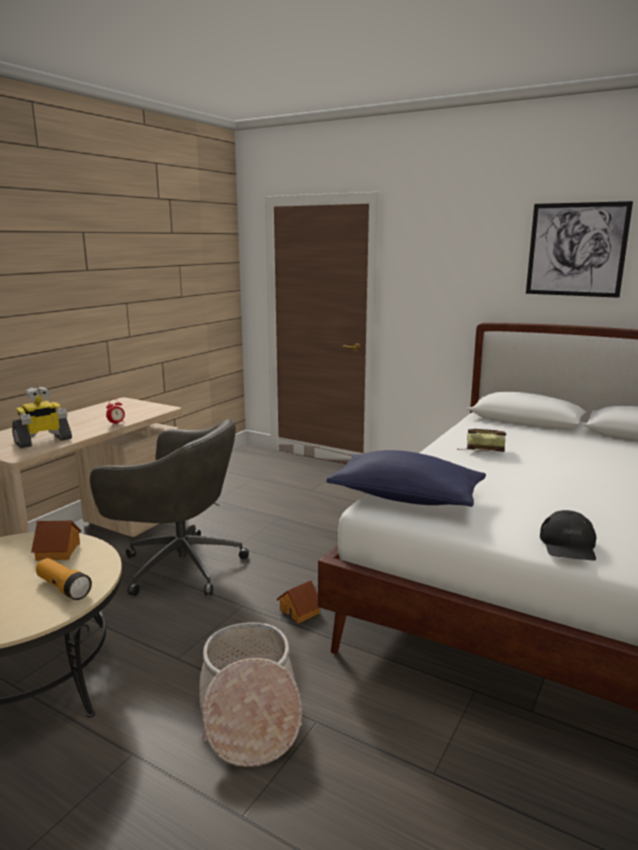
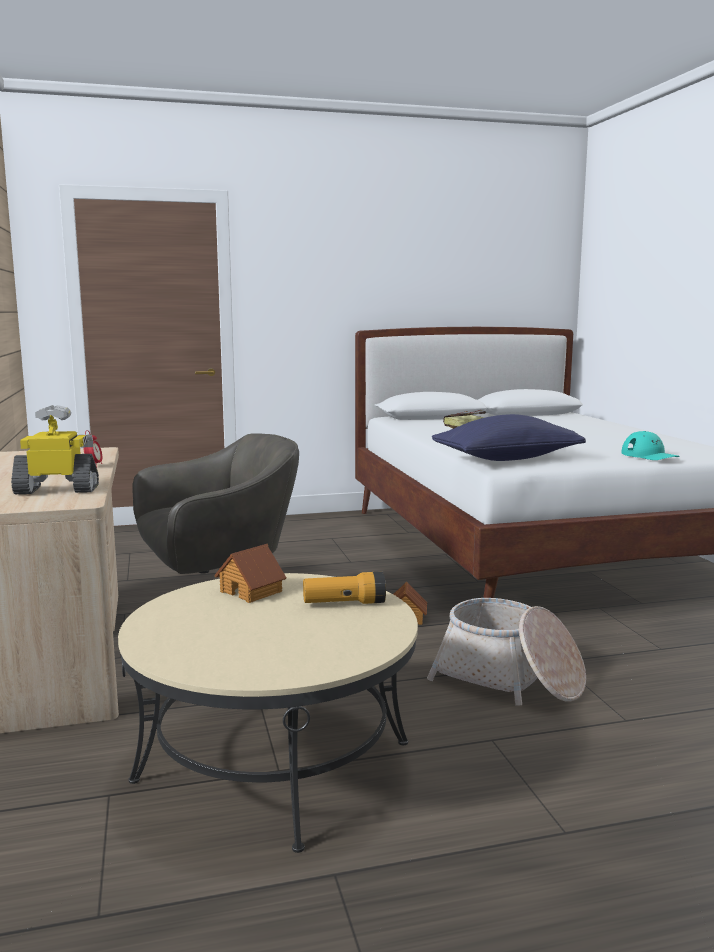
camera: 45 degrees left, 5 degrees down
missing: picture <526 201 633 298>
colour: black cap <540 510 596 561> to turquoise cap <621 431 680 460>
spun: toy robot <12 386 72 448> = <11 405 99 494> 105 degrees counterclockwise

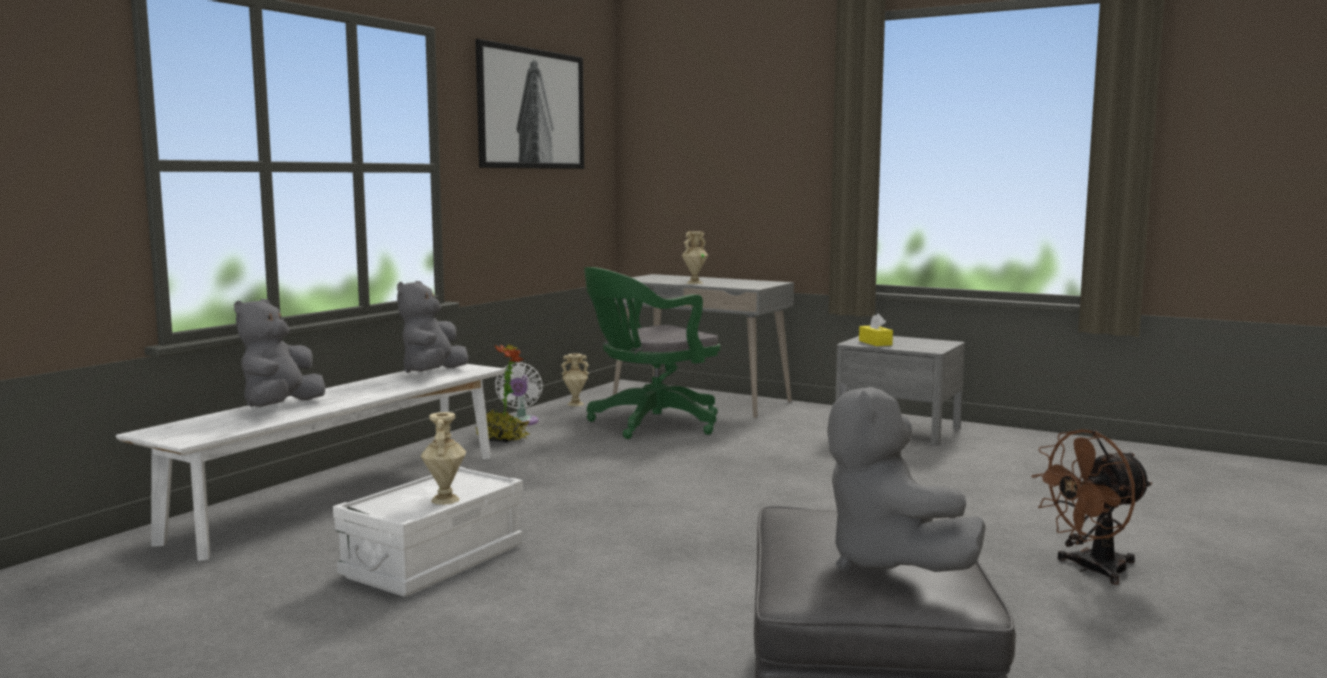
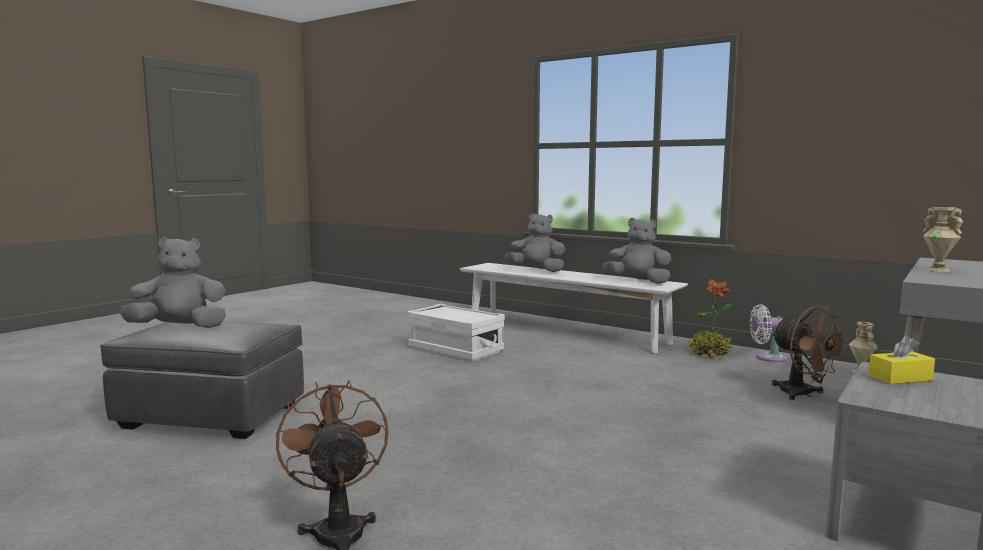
camera: 95 degrees right, 0 degrees up
missing: beige vase <421 412 466 505>; picture <475 39 584 169>
exchanged: green office chair <584 267 720 439> to brown fan <771 305 850 400>

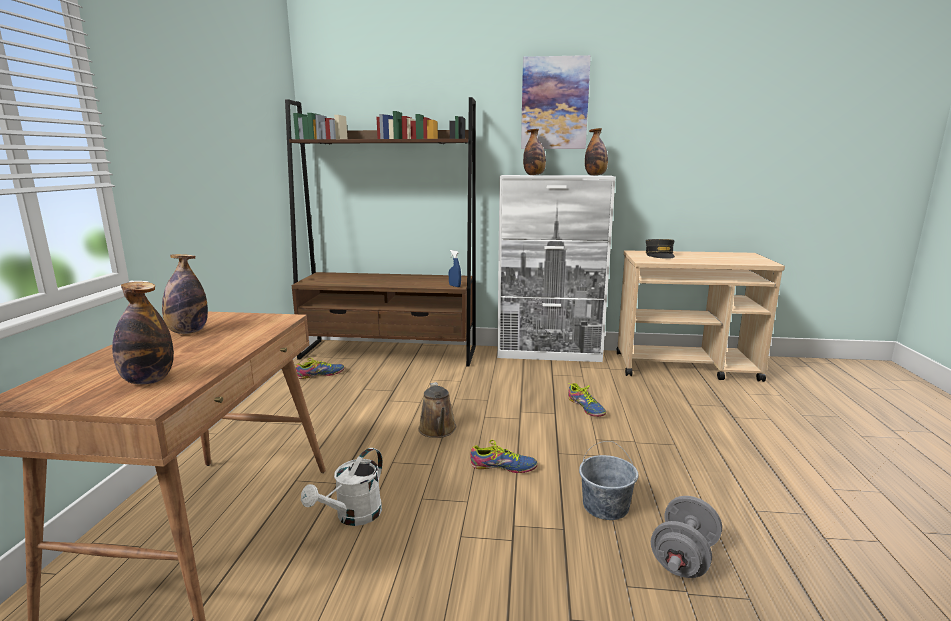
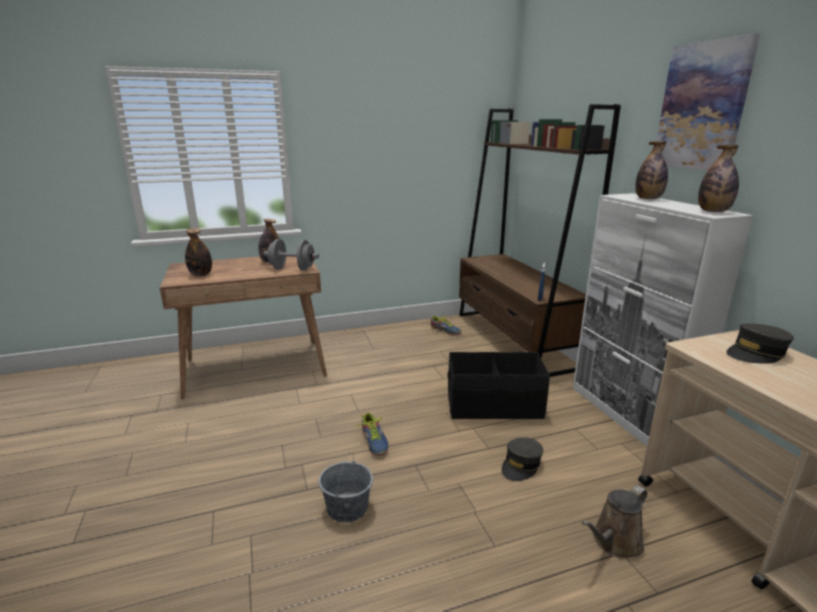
camera: 65 degrees right, 5 degrees up
missing: white watering can <301 448 383 526>
appeared: black storage box <448 352 550 419>
relocated: grey dumbbell <651 496 722 578> to <264 239 319 271>; brown watering can <418 382 457 438> to <582 485 648 559>
exchanged: shoe <568 383 606 417> to grey cap <502 437 543 481>

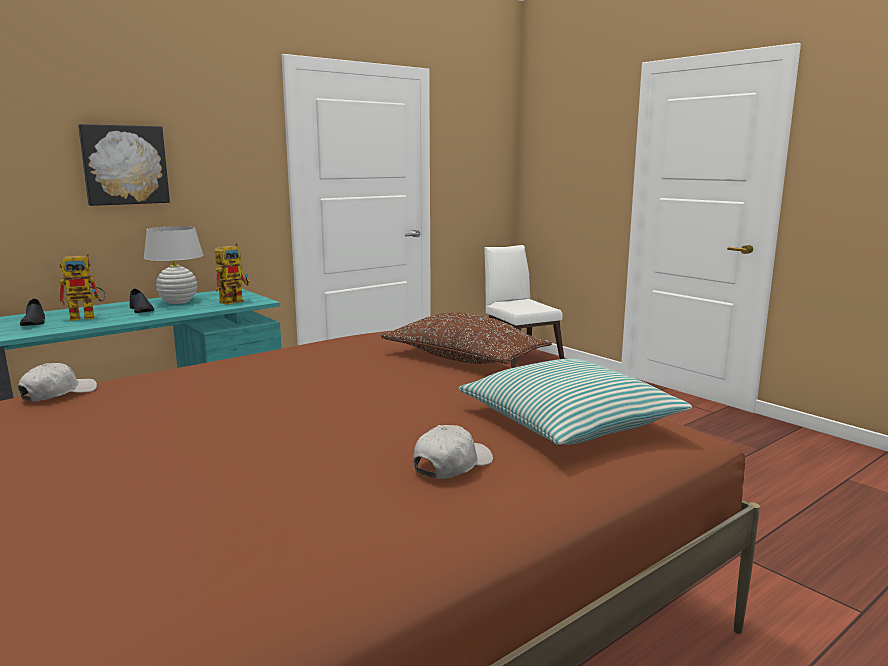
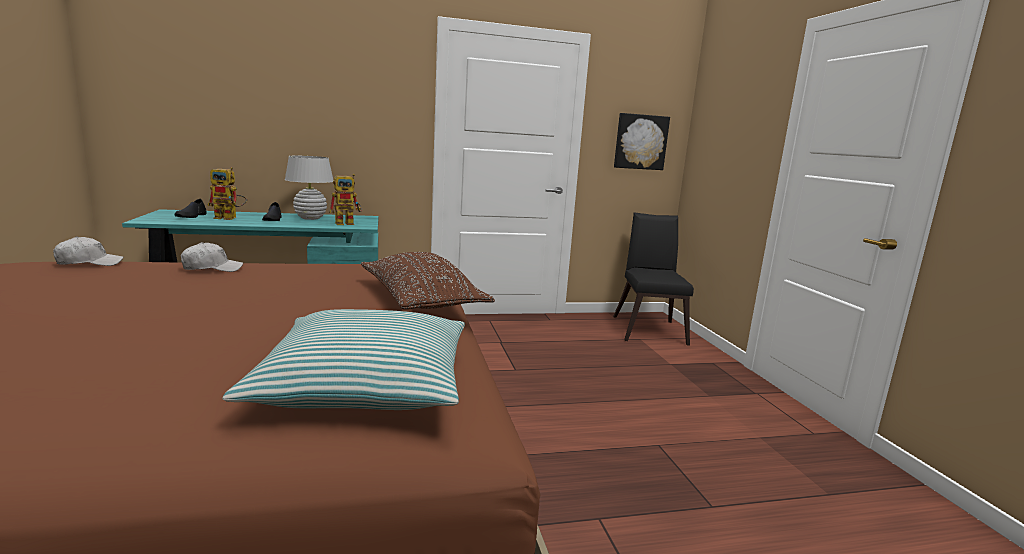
camera: 25 degrees right, 0 degrees up
relocated: white cap <413 425 493 479> to <181 242 243 272>; picture <78 124 170 206> to <614 113 670 170>
colour: white chair <484 245 564 368> to black chair <613 212 694 346>

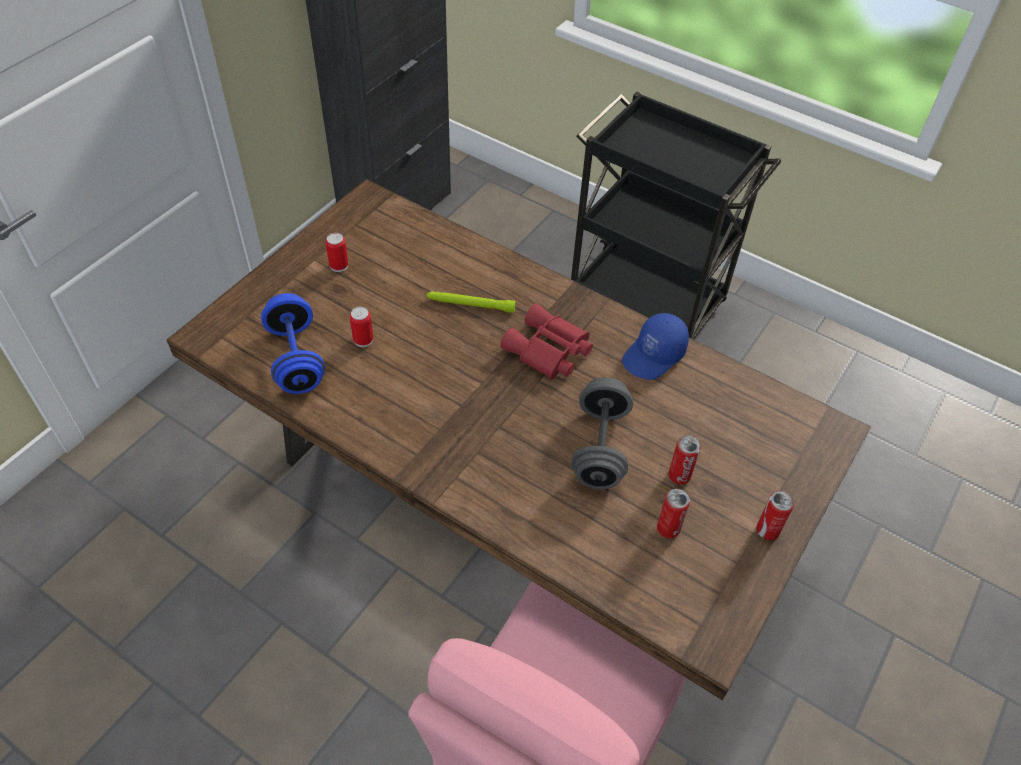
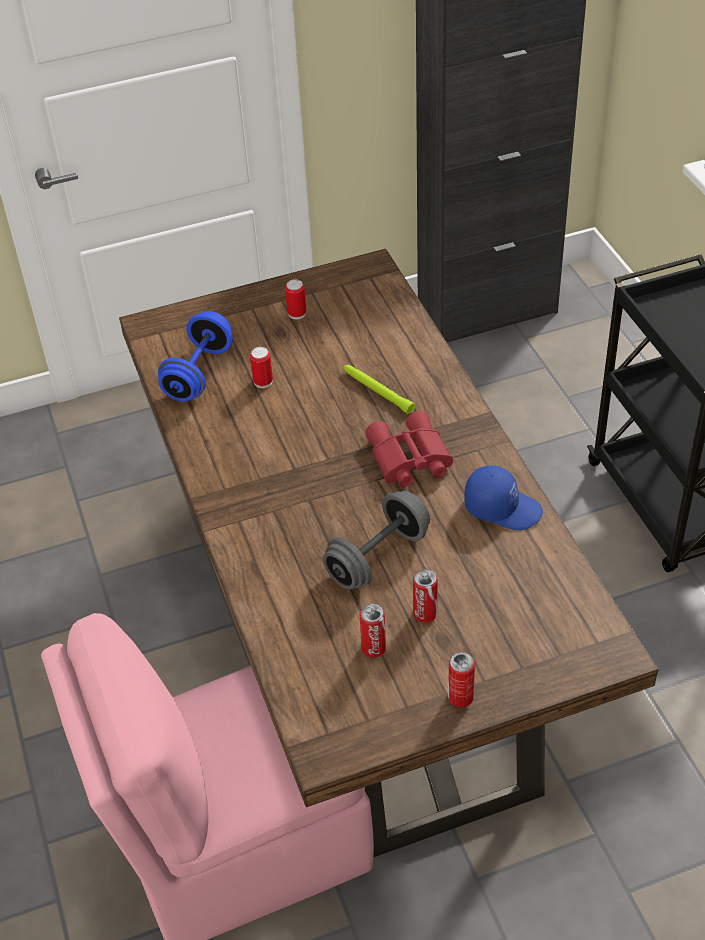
camera: 40 degrees right, 5 degrees down
spun: blue cap <622 313 689 380> = <464 465 543 530> 150 degrees counterclockwise

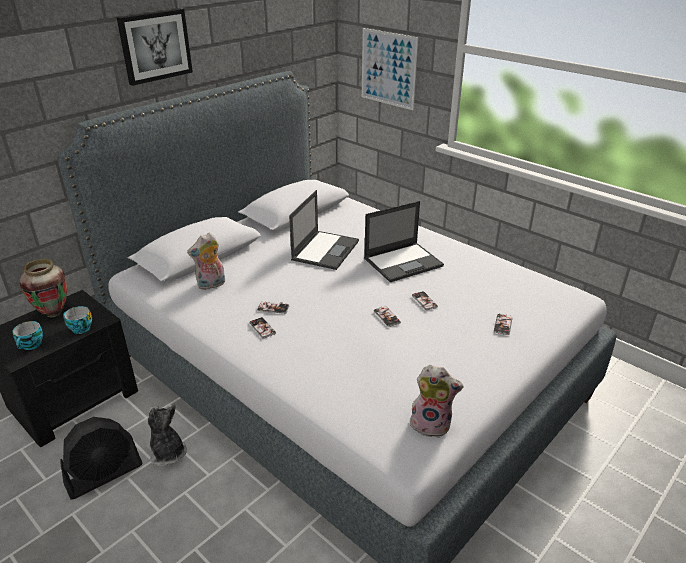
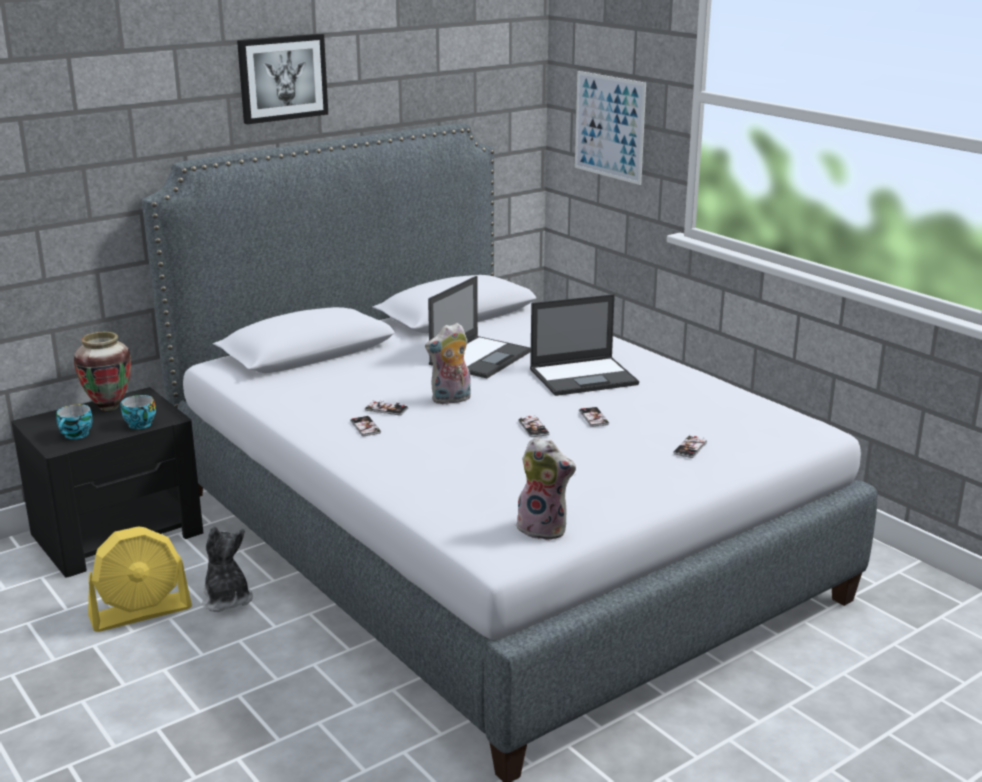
camera: 10 degrees right, 10 degrees down
relocated: plush toy <187 232 225 290> to <425 323 471 405>
colour: black fan <60 417 143 500> to yellow fan <88 526 192 632>

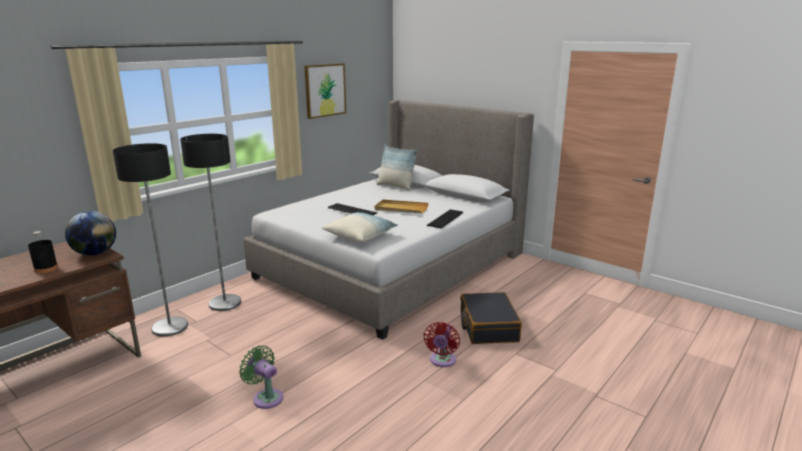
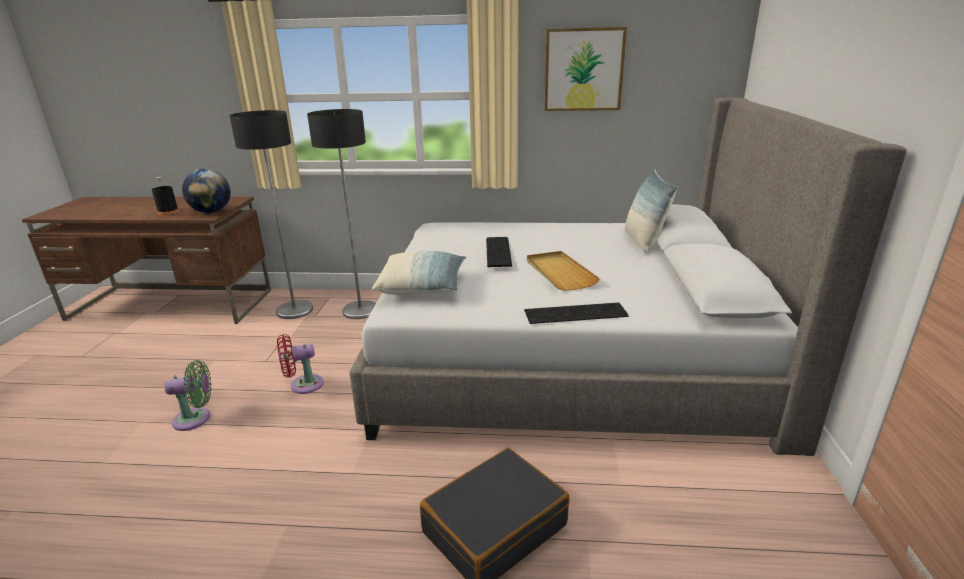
camera: 55 degrees right, 5 degrees up
relocated: red fan <424 322 460 367> to <277 334 324 394>
spun: green fan <239 346 283 409> = <165 360 211 431> 75 degrees clockwise

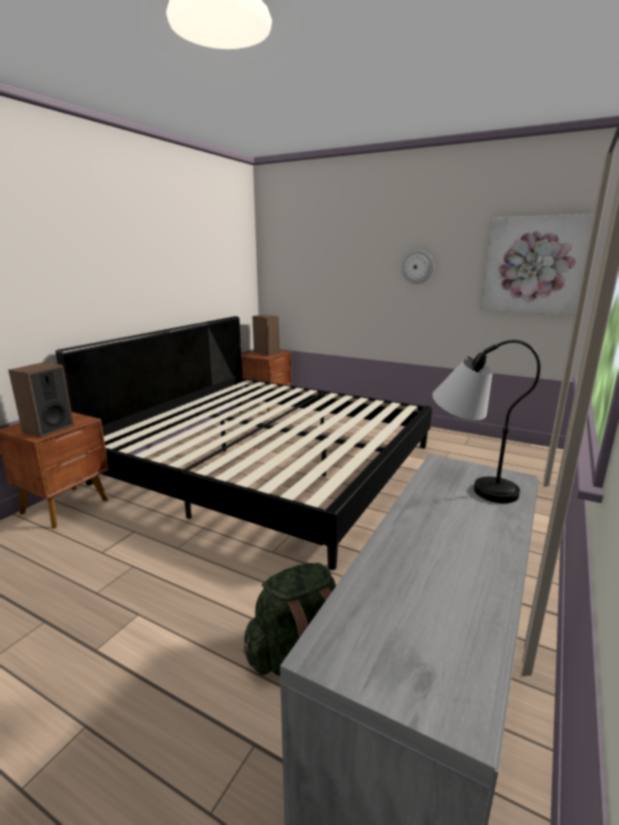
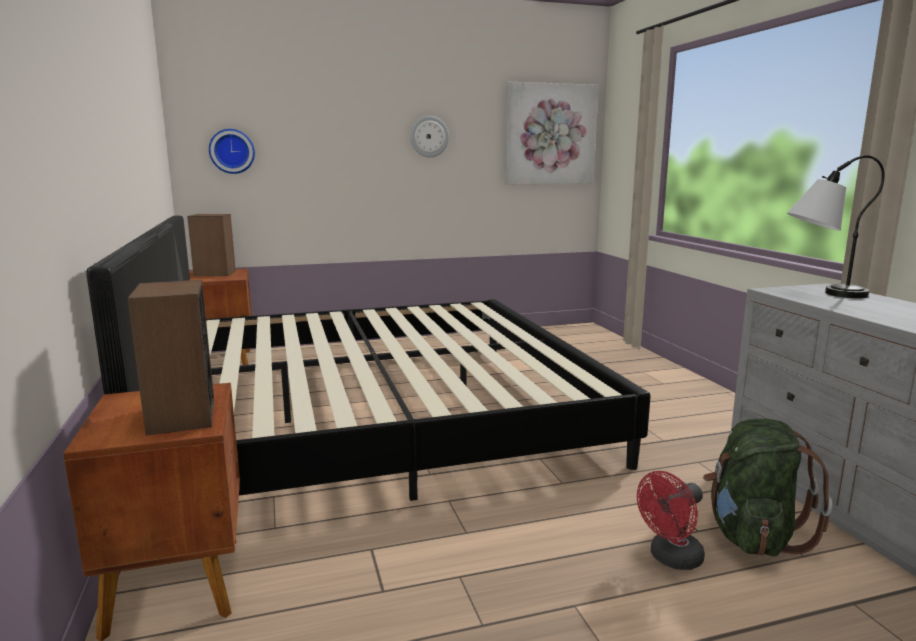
camera: 45 degrees left, 5 degrees down
appeared: wall clock <209 129 255 174>; red fan <637 471 705 570>

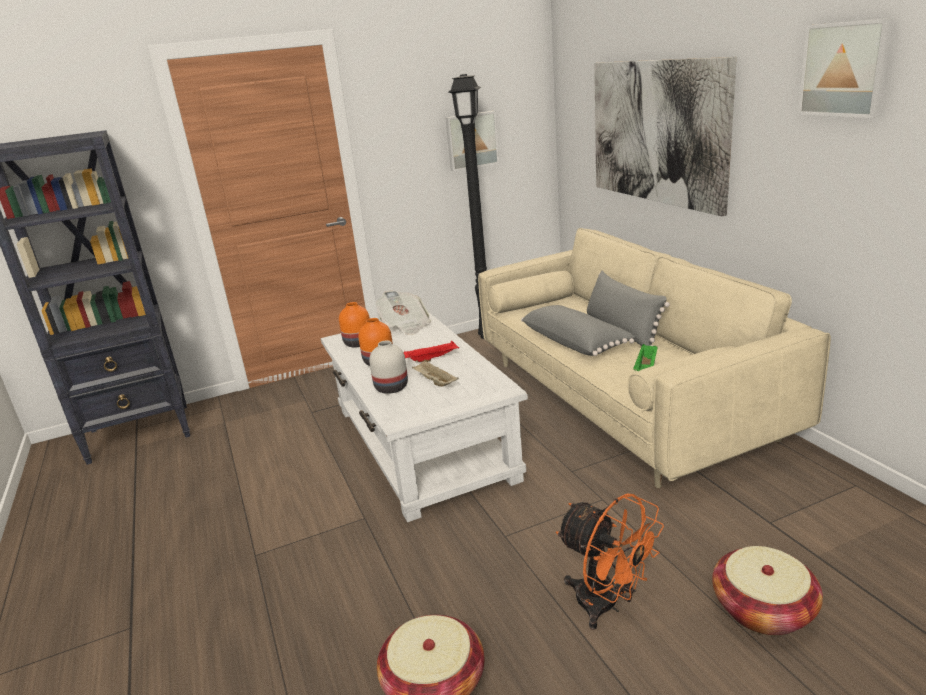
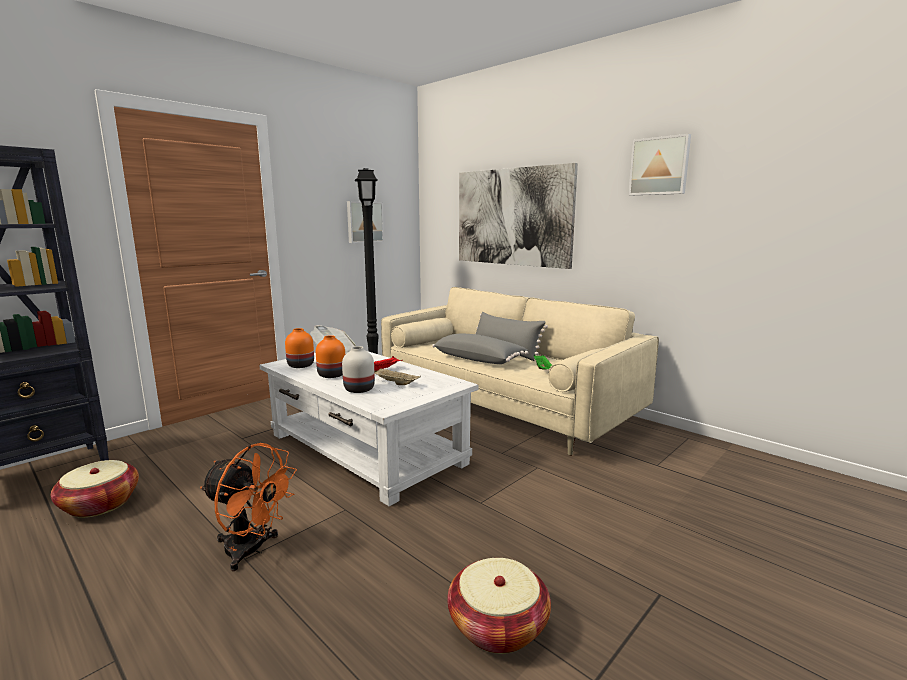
camera: 25 degrees left, 10 degrees down
relocated: basket <712 546 823 636> to <51 460 139 518>; orange fan <556 494 664 630> to <200 443 297 571>

